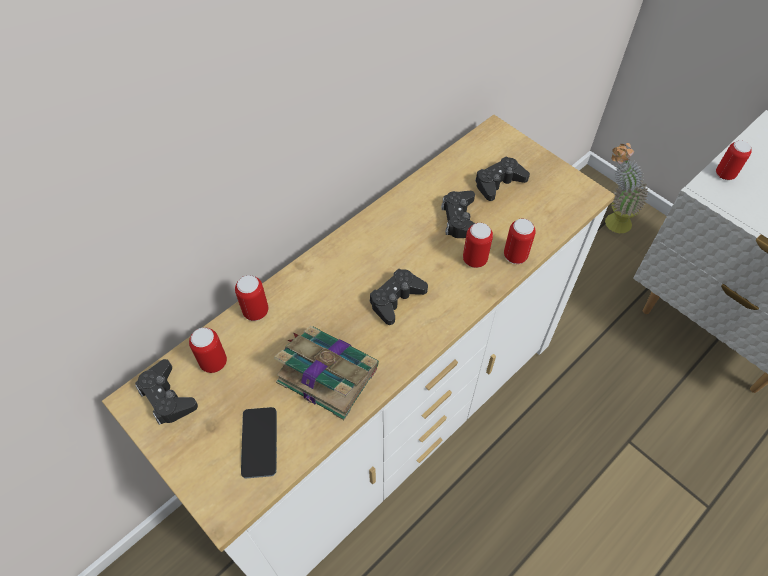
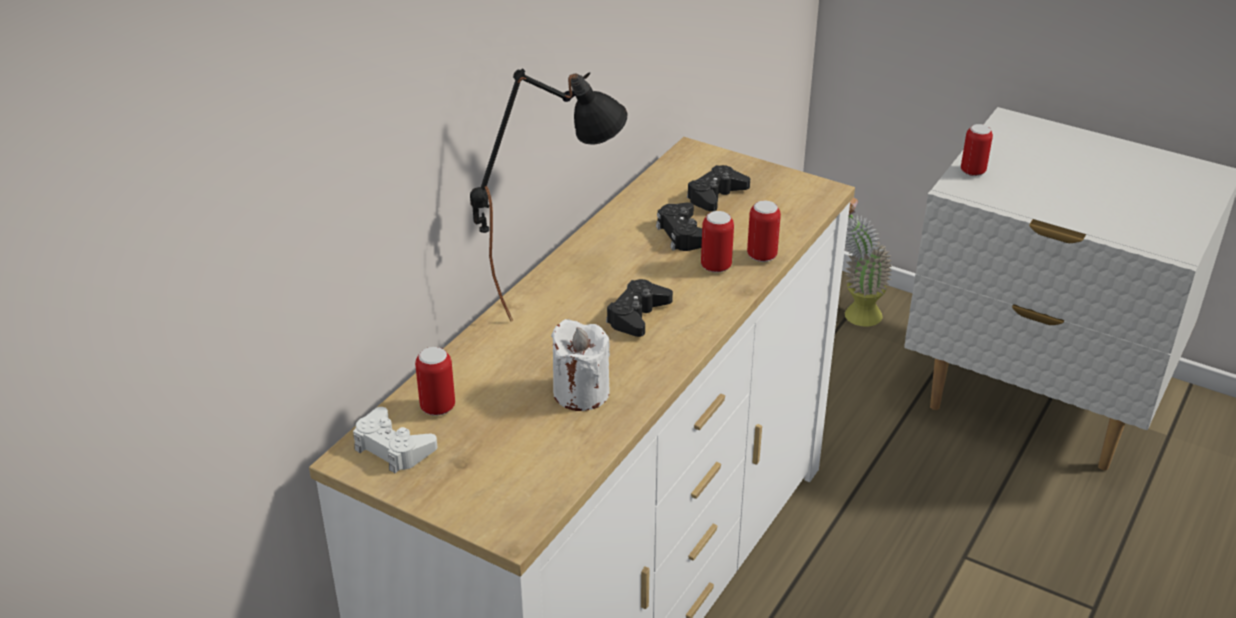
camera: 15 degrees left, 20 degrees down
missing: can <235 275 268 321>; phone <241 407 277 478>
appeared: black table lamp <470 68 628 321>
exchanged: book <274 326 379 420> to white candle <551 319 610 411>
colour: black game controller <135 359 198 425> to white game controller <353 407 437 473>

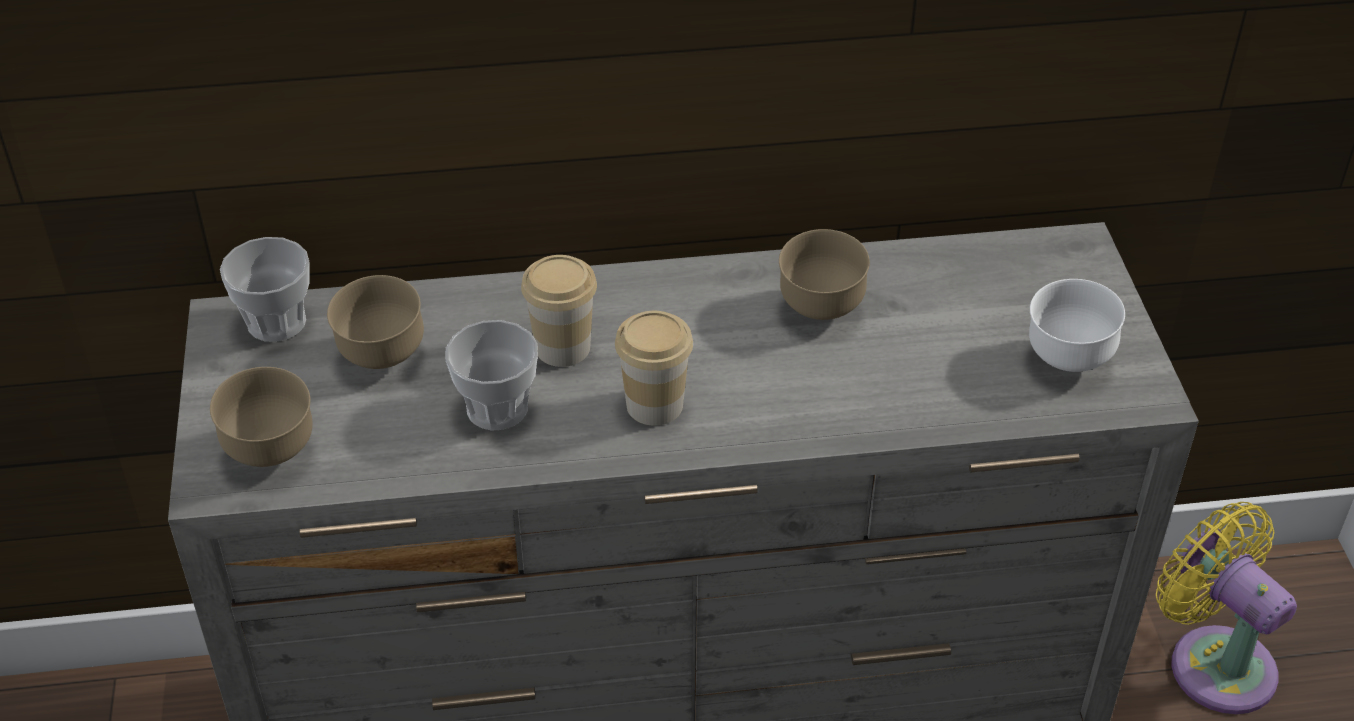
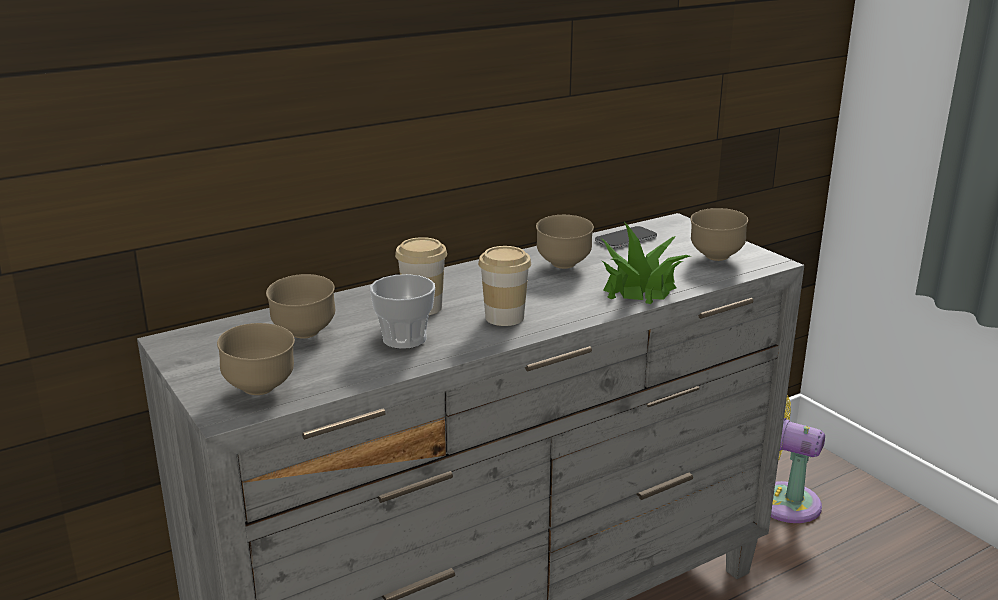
camera: 25 degrees left, 20 degrees down
missing: cup <220 237 310 342>
appeared: phone <595 226 657 248>; potted plant <601 222 690 304>
colour: white bowl <1029 279 1125 372> to brown bowl <690 208 748 261>

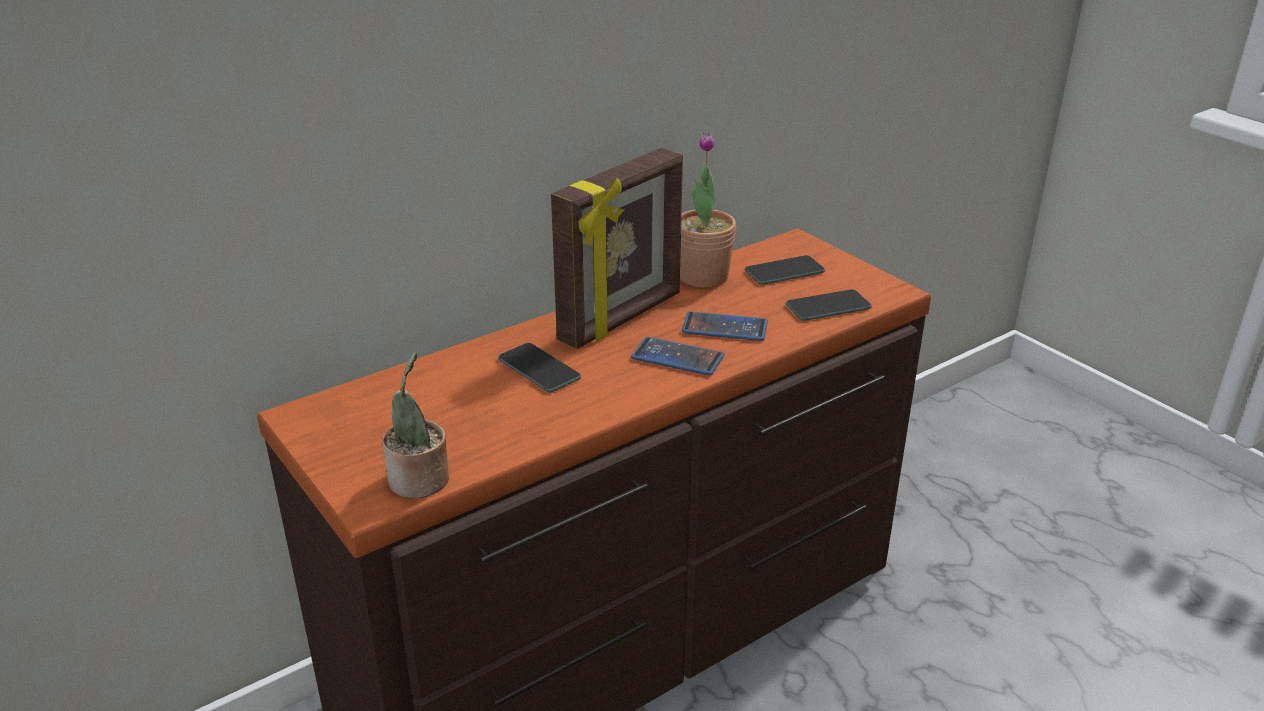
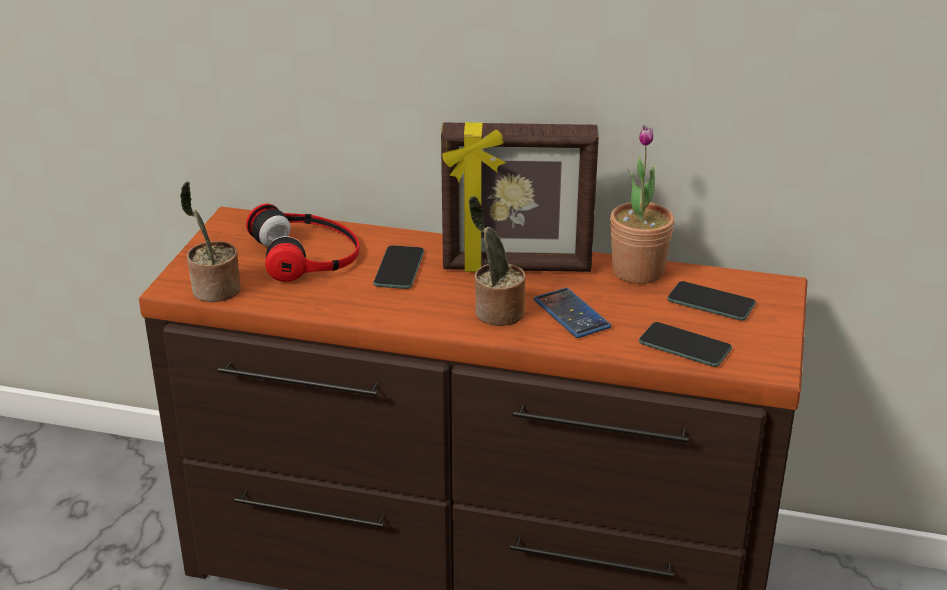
camera: 50 degrees right, 0 degrees up
appeared: headphones <246 204 360 282>
exchanged: phone <631 337 725 376> to potted plant <469 196 525 326>

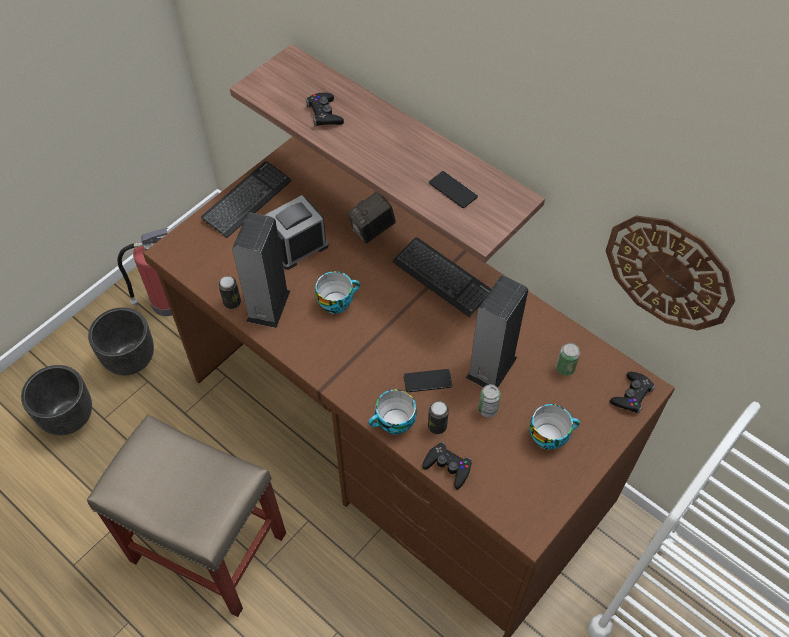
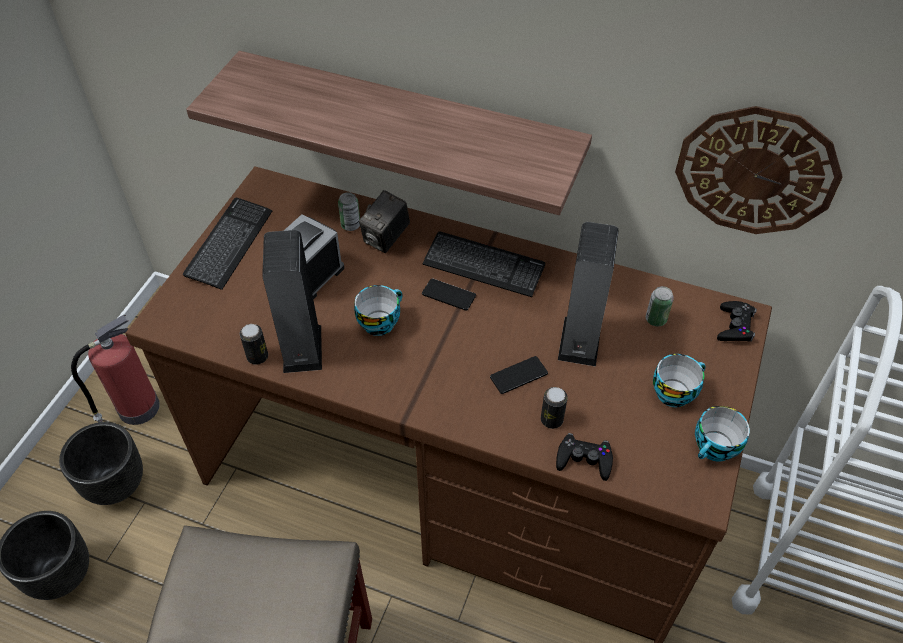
camera: 20 degrees left, 5 degrees down
missing: black game controller <306 93 344 126>
relocated: can <478 384 501 417> to <338 192 360 231>; phone <429 171 478 208> to <422 278 476 311>; cup <368 389 417 435> to <695 406 750 462>

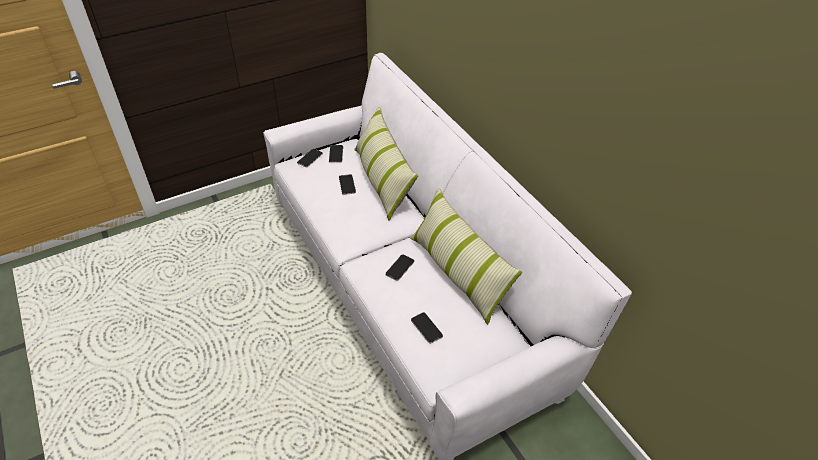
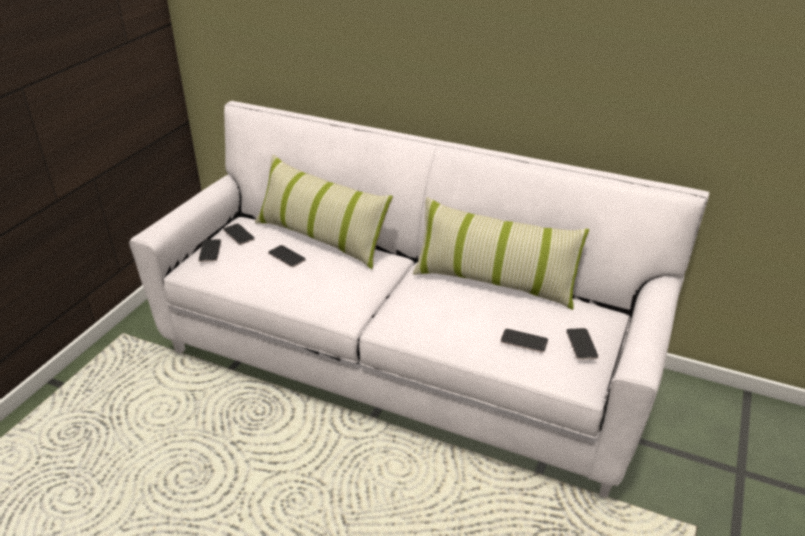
camera: 35 degrees left, 10 degrees down
relocated: phone <385 254 414 281> to <566 328 598 360>

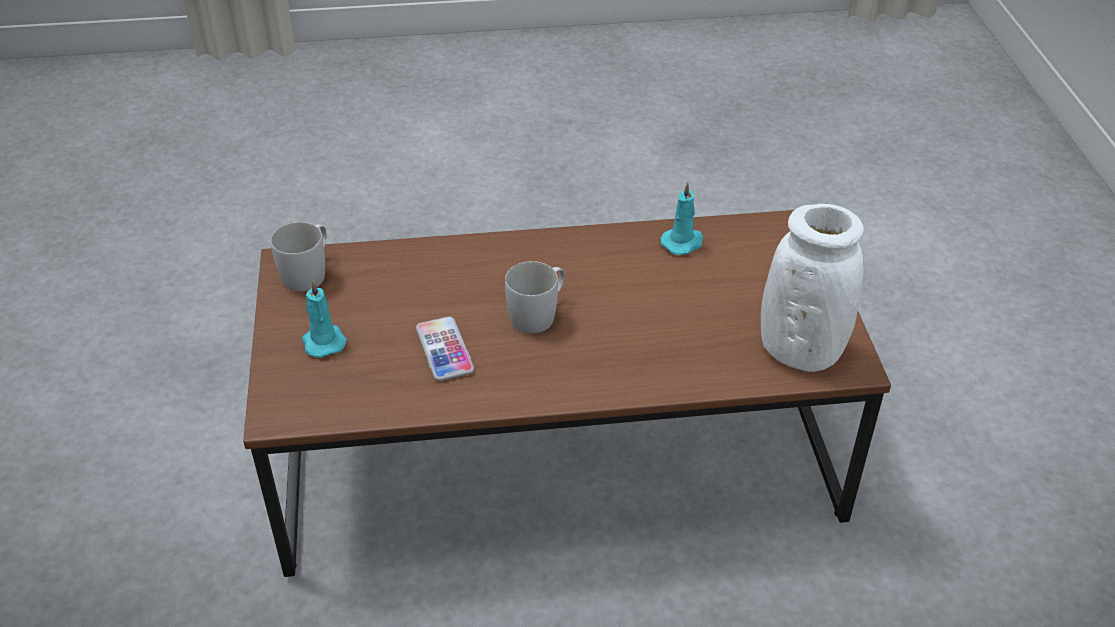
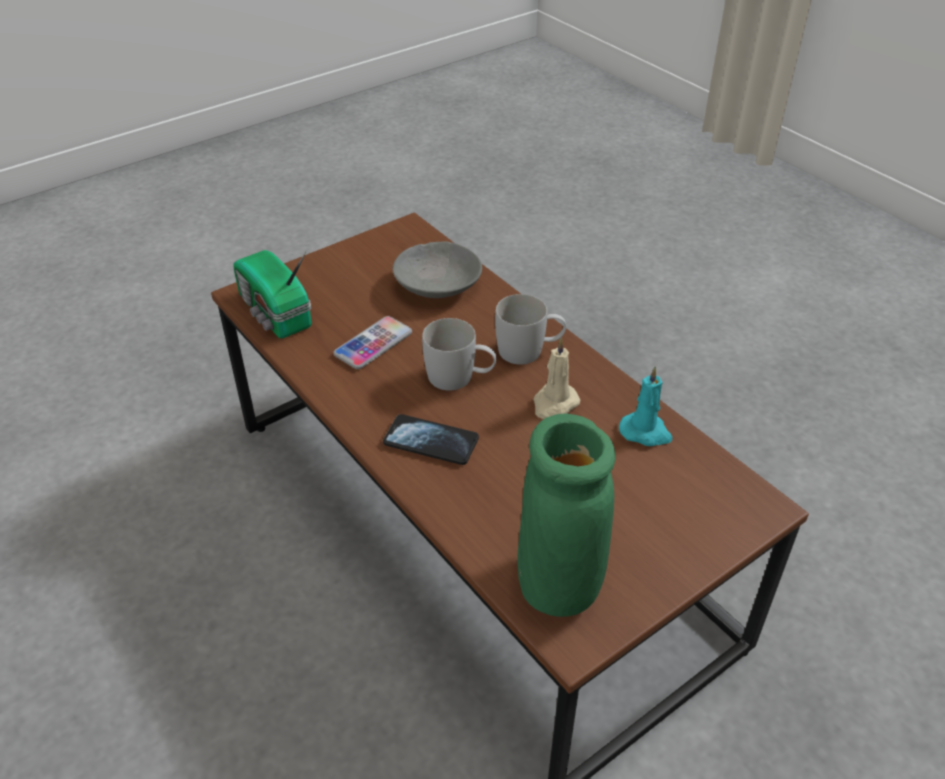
camera: 60 degrees right, 0 degrees up
missing: turquoise candle <302 280 347 358>
appeared: radio <234 250 312 338>; phone <383 414 479 465>; grey bowl <393 242 482 298>; beige candle <533 338 580 419>
relocated: white mug <271 222 327 292> to <495 294 566 365>
colour: white vase <761 204 864 372> to green vase <518 414 616 617>

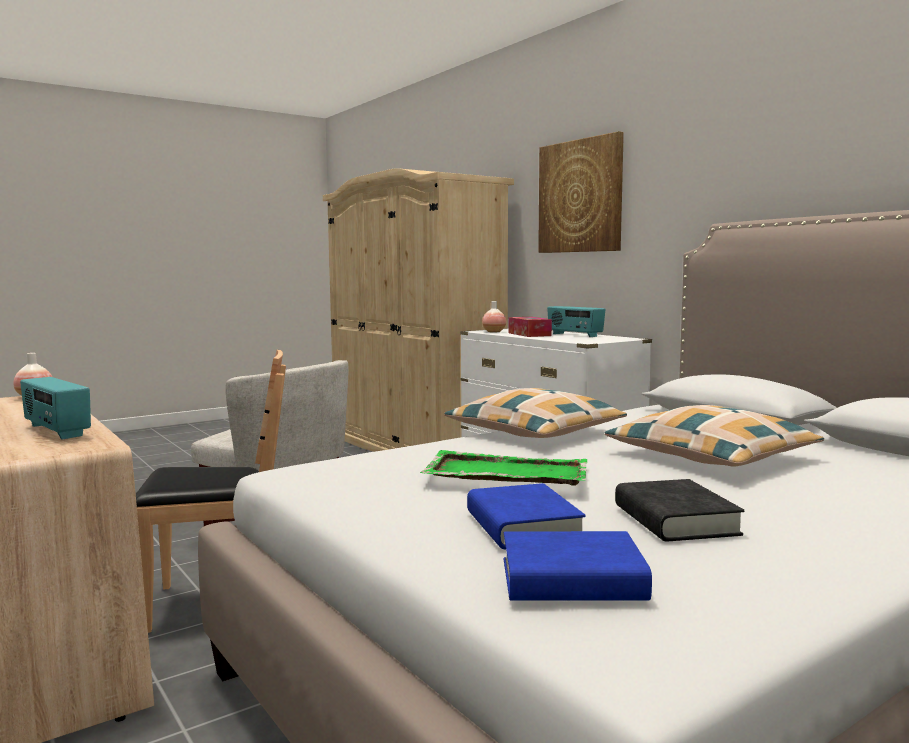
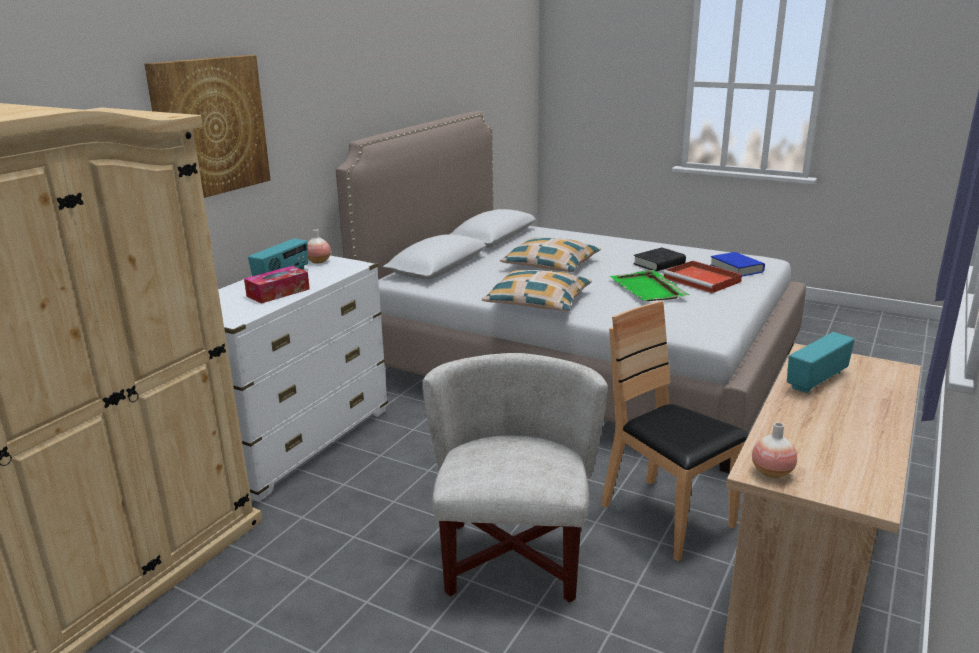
camera: 115 degrees left, 15 degrees up
relocated: vase <482 301 506 333> to <308 229 331 263>
exchanged: blue book <467 483 586 549> to red tray <663 261 742 293>
spun: radio <20 377 91 440> = <787 332 854 393> 150 degrees counterclockwise

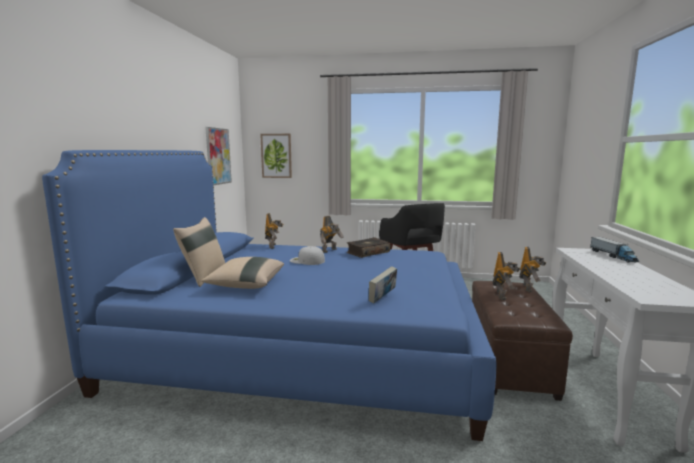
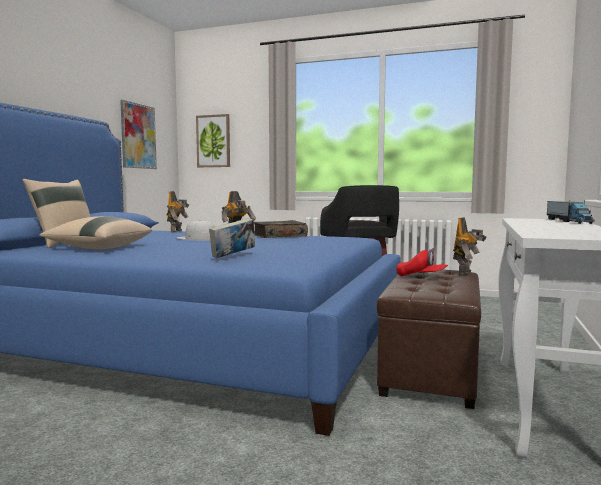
camera: 10 degrees right, 5 degrees down
exchanged: toy robot <493 252 520 300> to red cap <396 248 448 276>

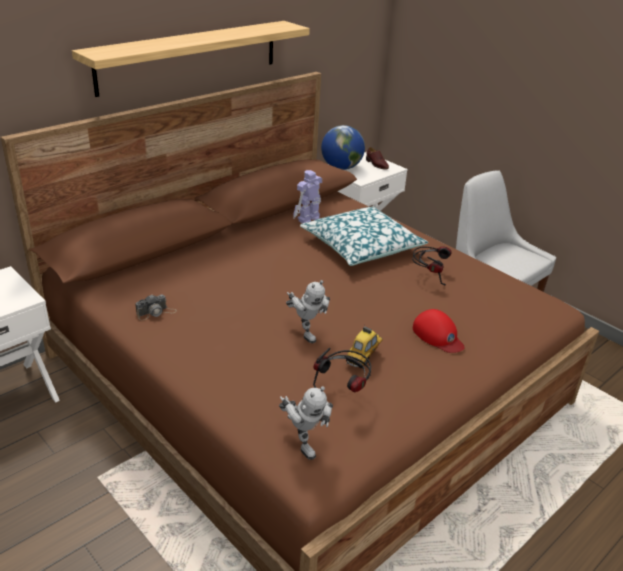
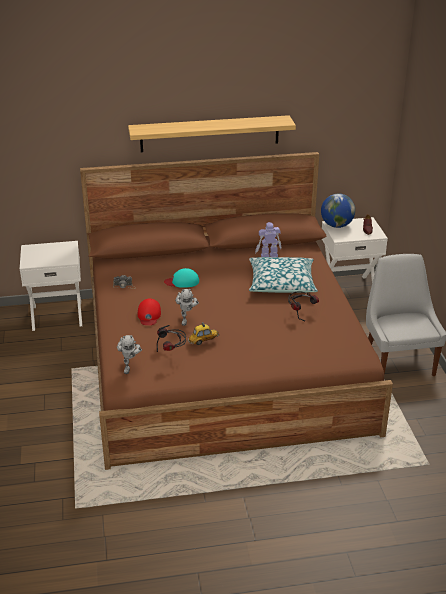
camera: 35 degrees right, 0 degrees up
appeared: turquoise cap <164 268 199 288>
relocated: red cap <413 309 465 353> to <138 298 161 325>

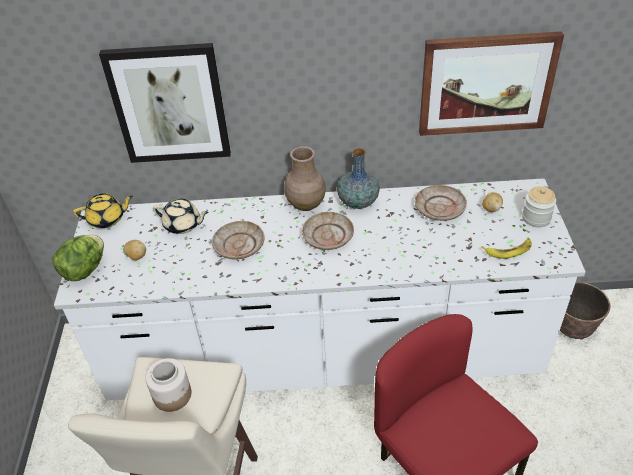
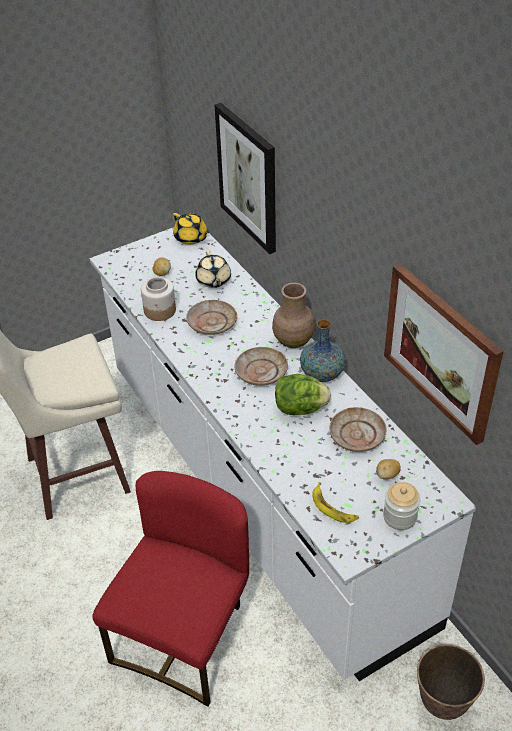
camera: 60 degrees right, 0 degrees up
relocated: jar <145 358 192 412> to <141 277 176 321>; lettuce <52 235 104 281> to <275 374 331 415>

